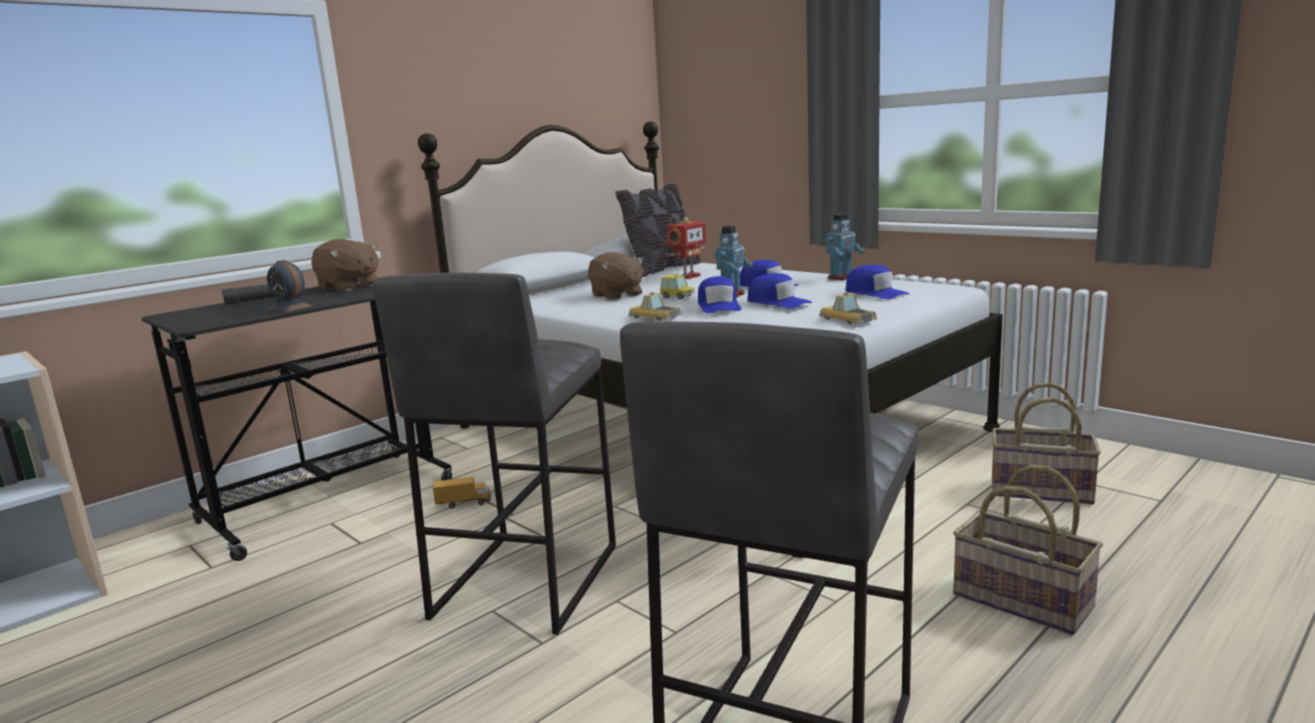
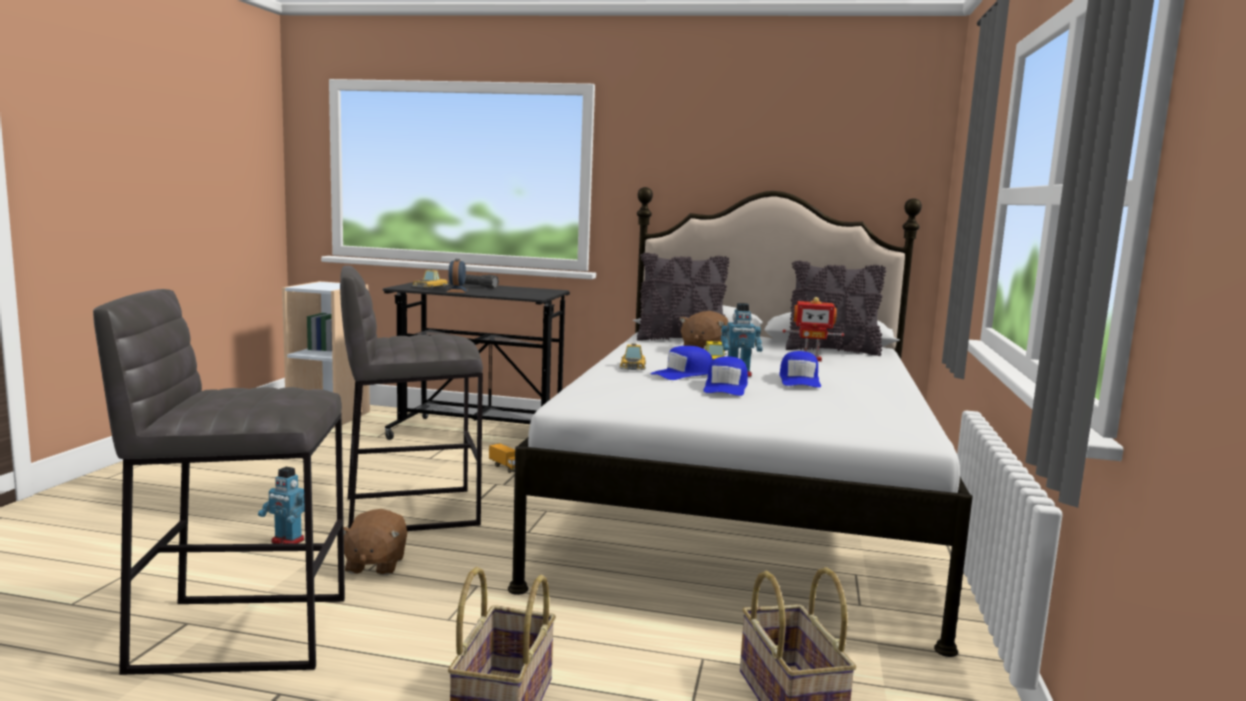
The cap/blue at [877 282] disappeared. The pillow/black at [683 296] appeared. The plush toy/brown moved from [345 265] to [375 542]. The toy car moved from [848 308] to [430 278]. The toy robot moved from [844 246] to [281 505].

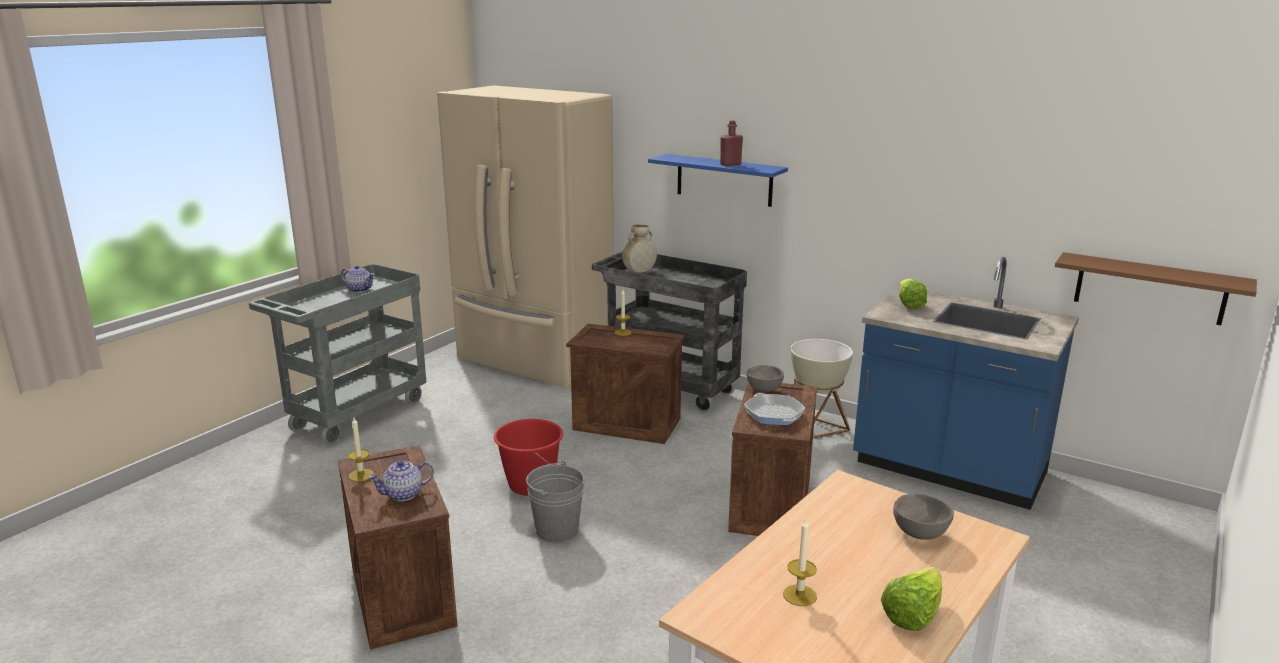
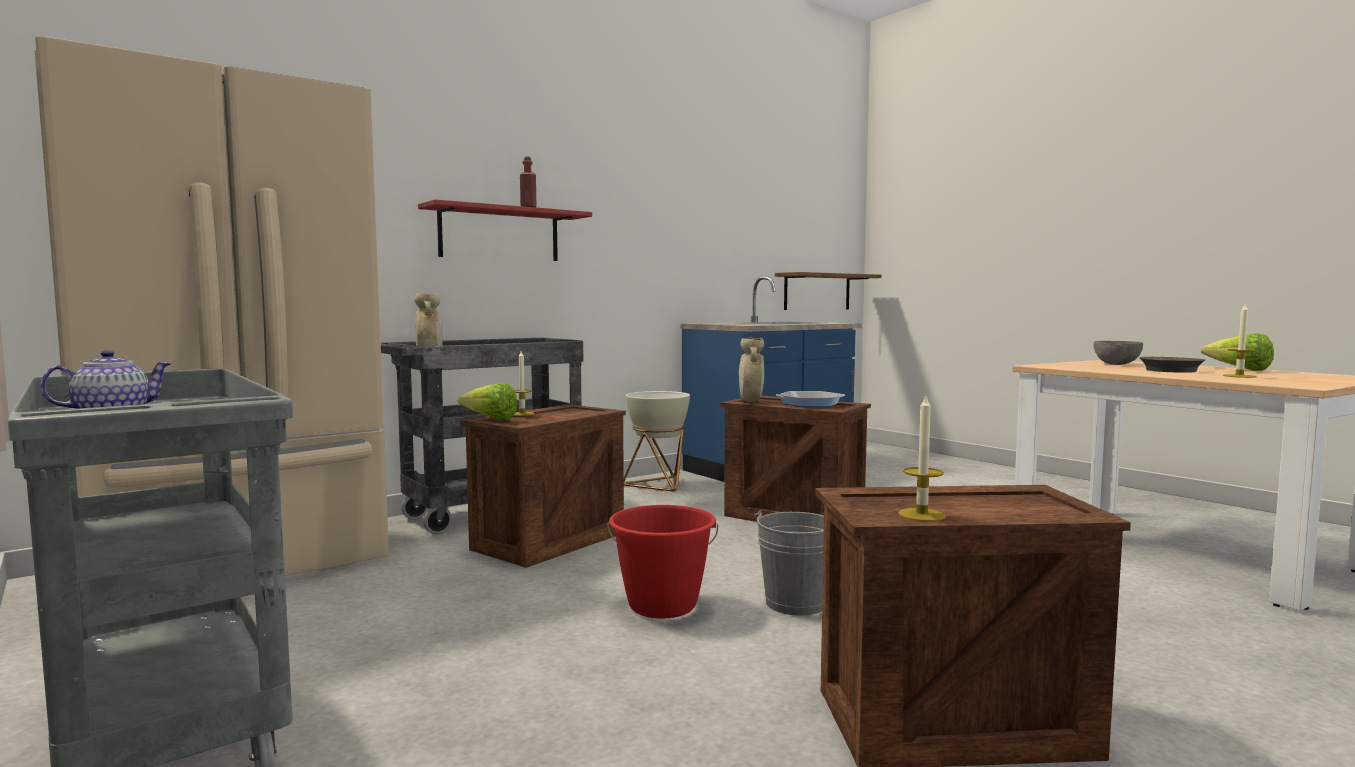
The teapot at [401 480] disappeared. The frying pan/brown at [1172 365] appeared. The lettuce moved from [913 294] to [487 401]. The bowl/grey at [765 378] was replaced by the vase/beige at [751 370]. The shelf/blue at [718 180] became the shelf/red at [505 230].

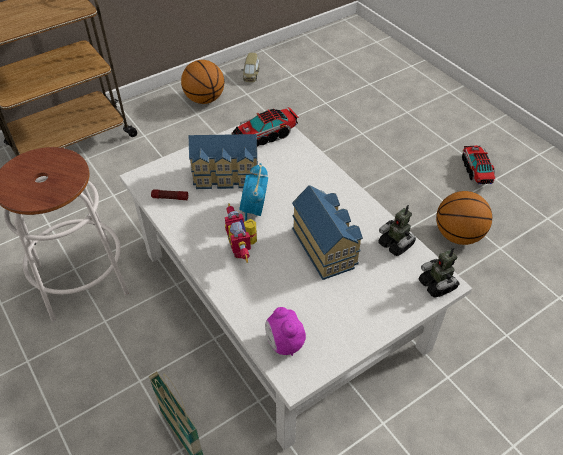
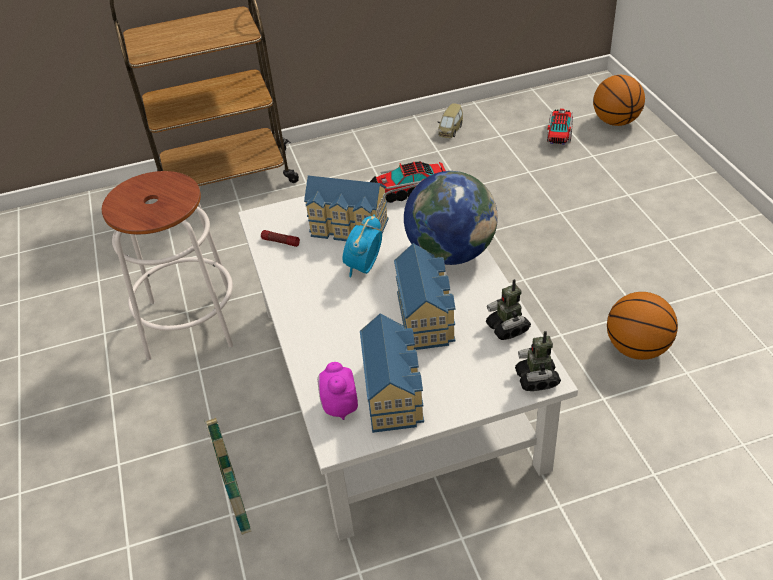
The toy robot at [241 233] disappeared. The toy house at [392 373] appeared. The globe at [451 218] appeared. The basketball moved from [202 82] to [619 100]. The toy truck moved from [478 165] to [560 126].

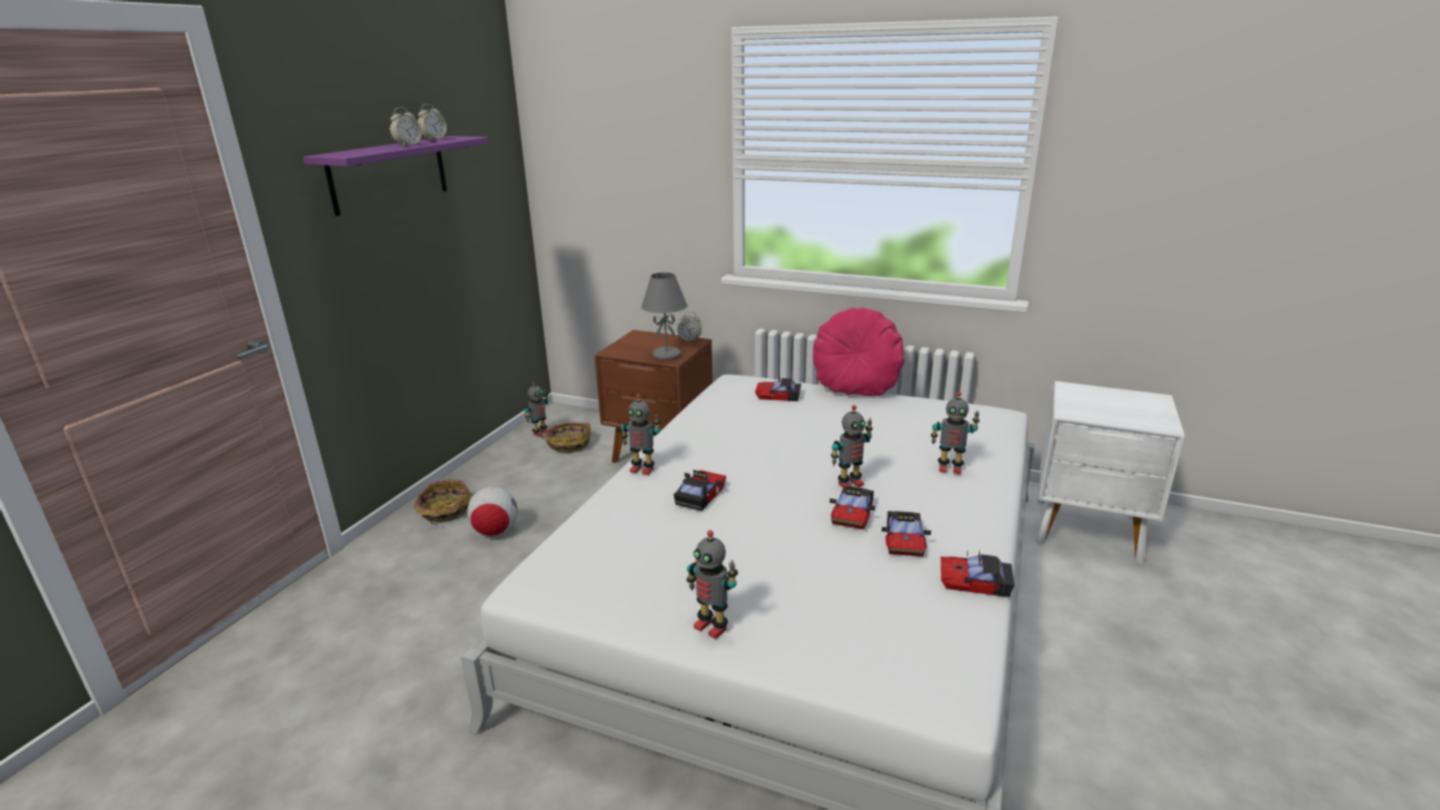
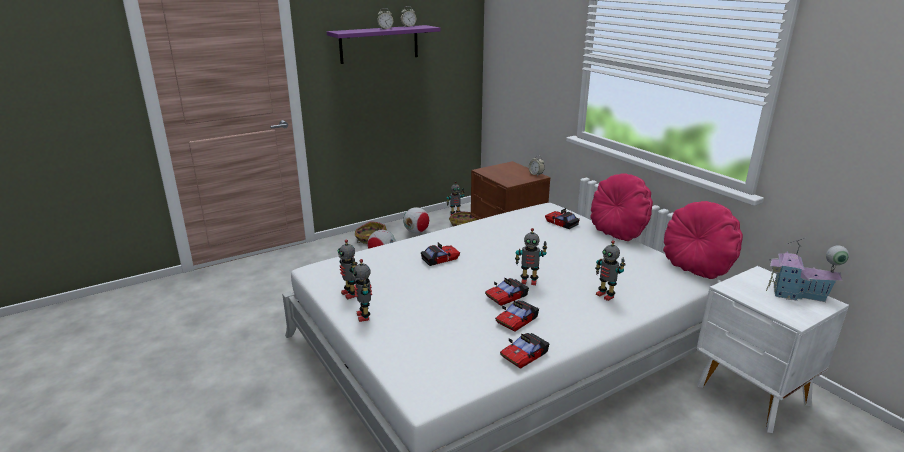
The table lamp/grey at [664 316] disappeared. The football at [416 220] appeared. The pillow/pink at [703 240] appeared. The toy house at [807 270] appeared. The toy robot moved from [641 434] to [347 269]. The toy car at [978 573] turned 90 degrees counterclockwise.

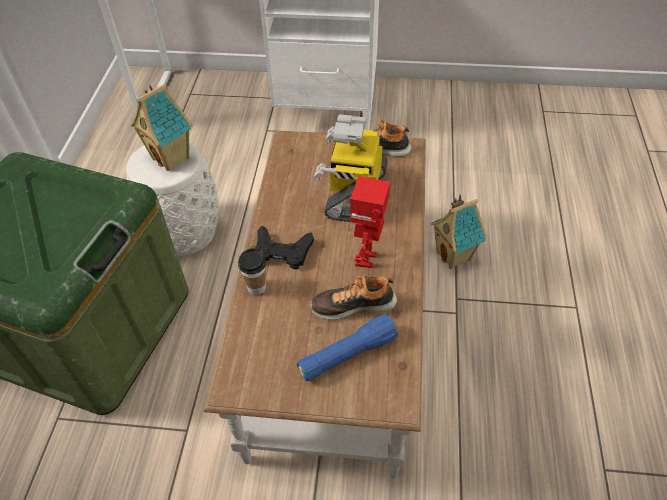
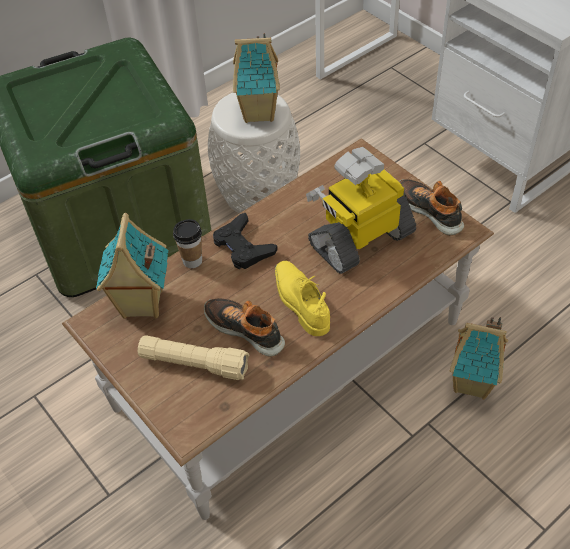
The toy house at [132 266] appeared. The toy robot at [370 222] was replaced by the shoe/yellow at [302 298]. The flashlight/blue at [347 347] became the flashlight/beige at [193 357].

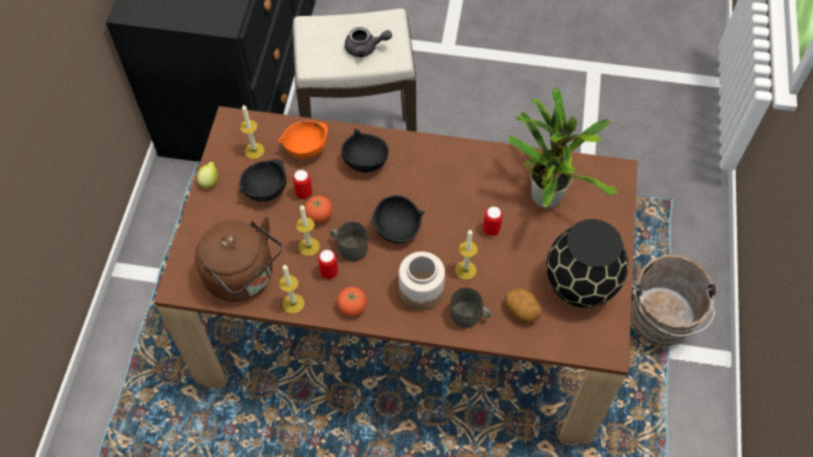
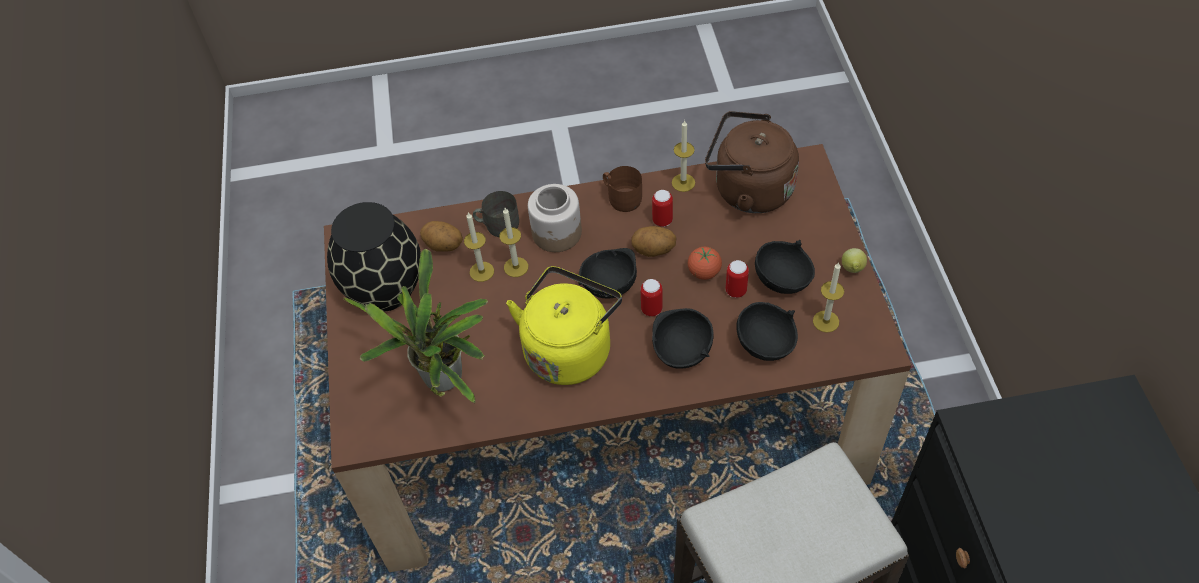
The teapot/grey at [368 42] disappeared. The bucket/brown at [675 300] disappeared. The kettle/yellow at [564 325] appeared. The candle moved from [308 230] to [479 247]. The can moved from [493 221] to [652 297]. The mug/grey at [349 242] was replaced by the potato at [654 241]. The tomato at [352 301] was replaced by the mug/brown at [622 189]. The bowl/orange at [303 139] became the bowl/black at [767 331].

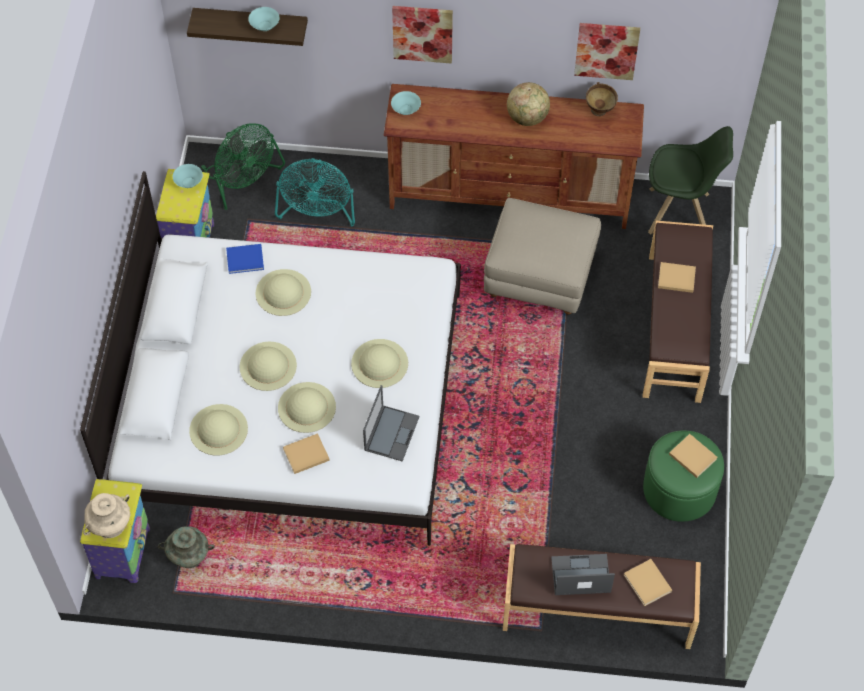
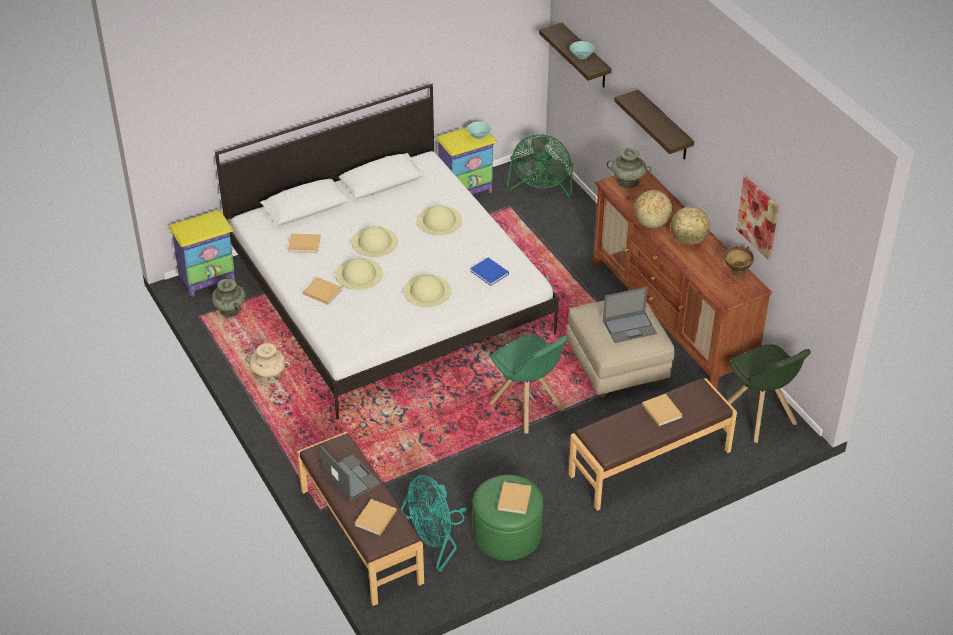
The chair/green at [528 384] appeared. The globe at [653 209] appeared. The vase/beige moved from [106 515] to [267 363]. The book/blue moved from [245 259] to [489 271]. The fan/turquoise moved from [315 192] to [434 523]. The laptop moved from [391 423] to [630 315]. The hat/beige at [218 430] was replaced by the book/beige at [304 243]. The bowl/turquoise at [406 103] was replaced by the vase/turquoise at [629 168]. The picture at [422 35] was replaced by the shelf at [654 124].

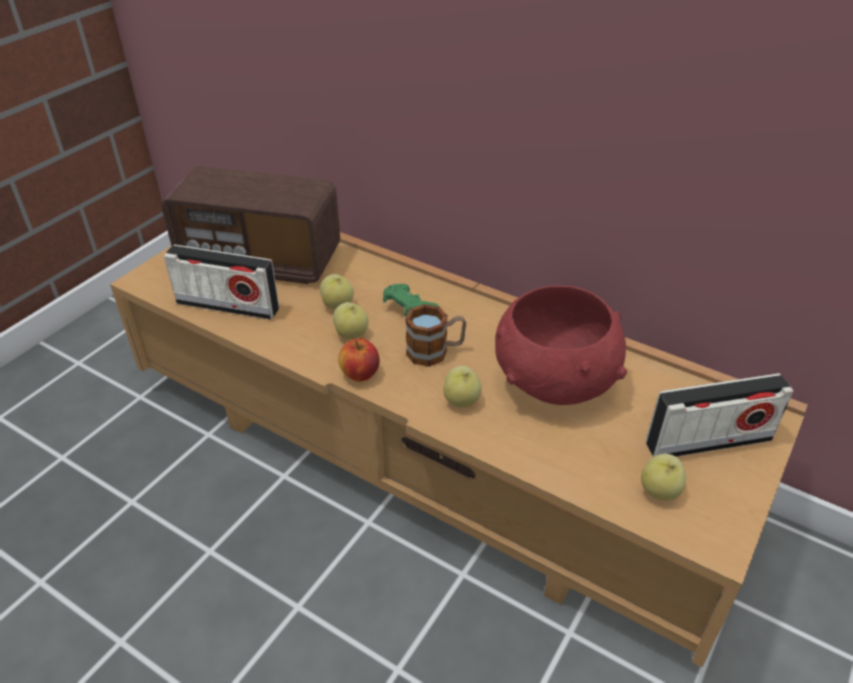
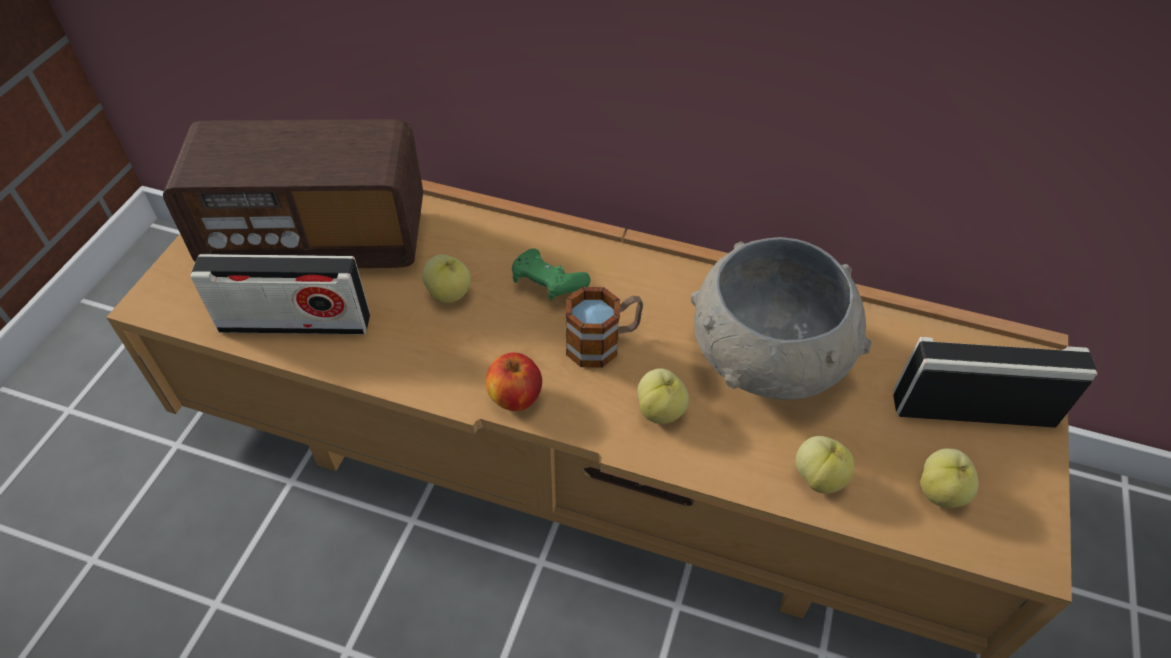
The apple moved from [351 320] to [824 465]. The bowl/red at [561 345] became the bowl/grey at [781 318]. The radio at [719 415] turned 150 degrees counterclockwise.

